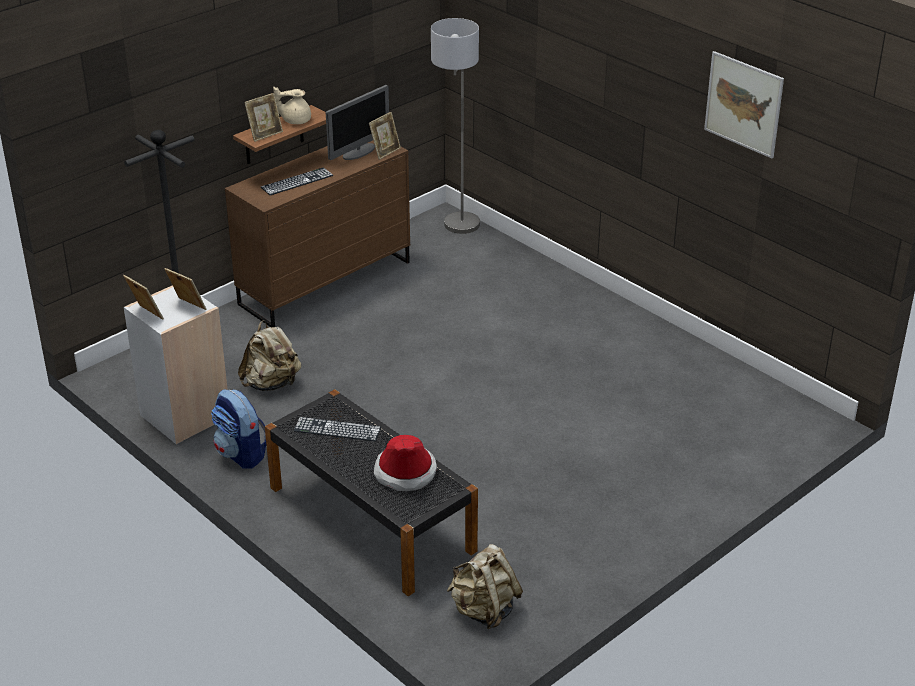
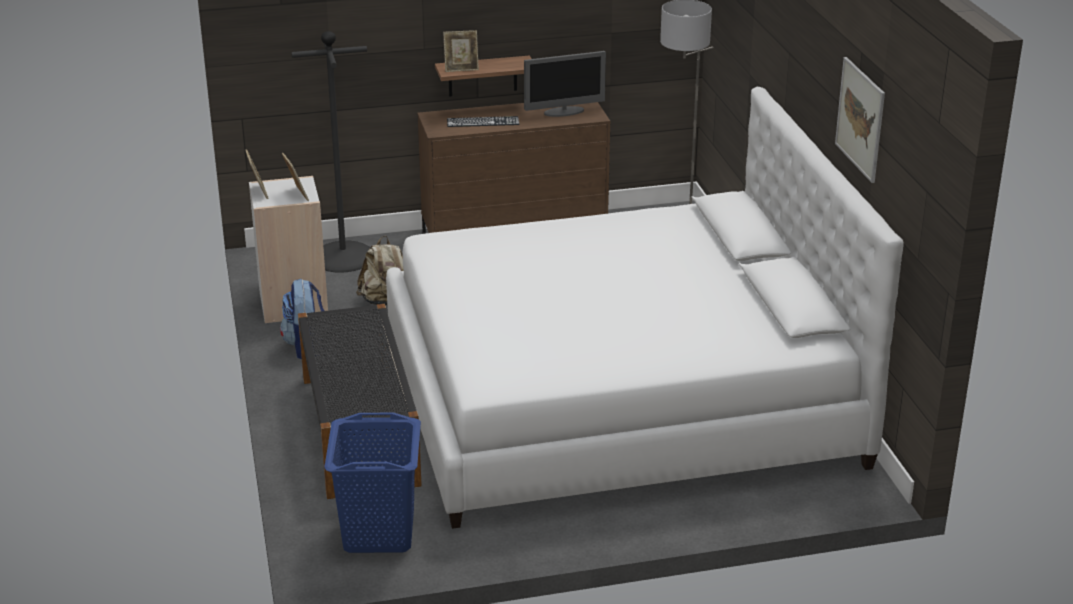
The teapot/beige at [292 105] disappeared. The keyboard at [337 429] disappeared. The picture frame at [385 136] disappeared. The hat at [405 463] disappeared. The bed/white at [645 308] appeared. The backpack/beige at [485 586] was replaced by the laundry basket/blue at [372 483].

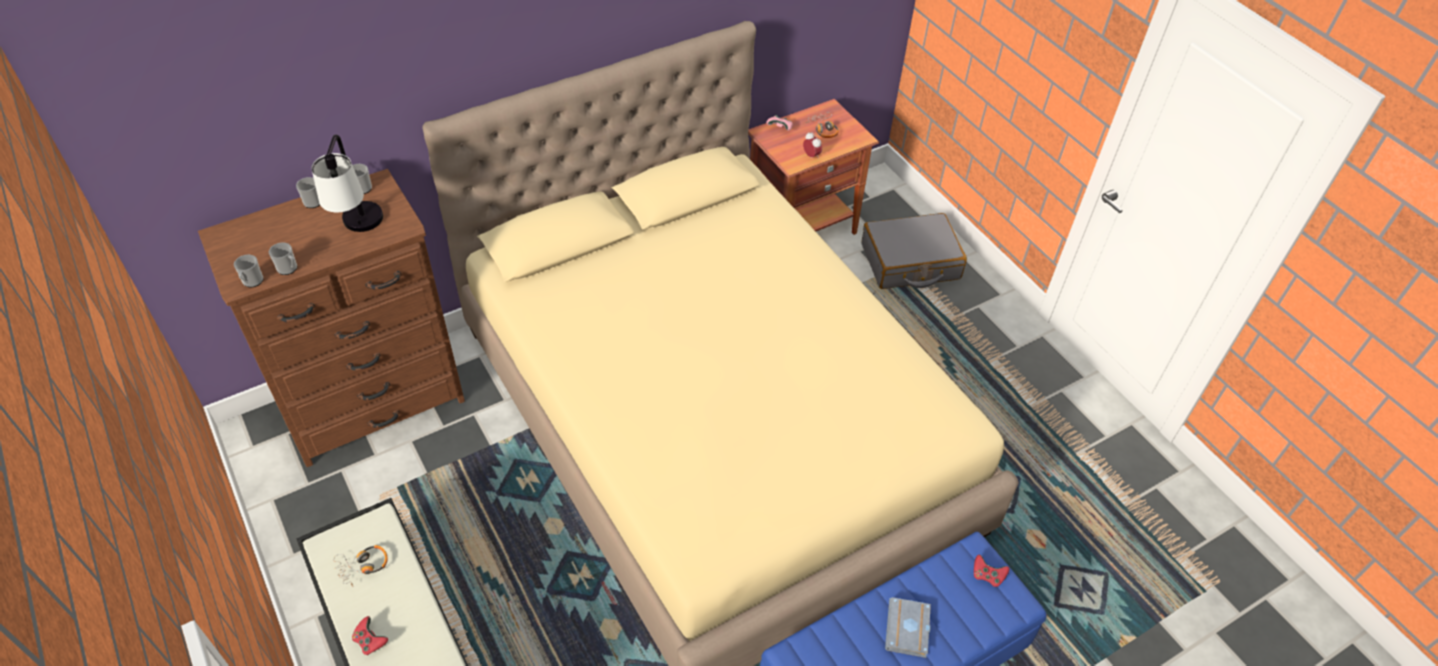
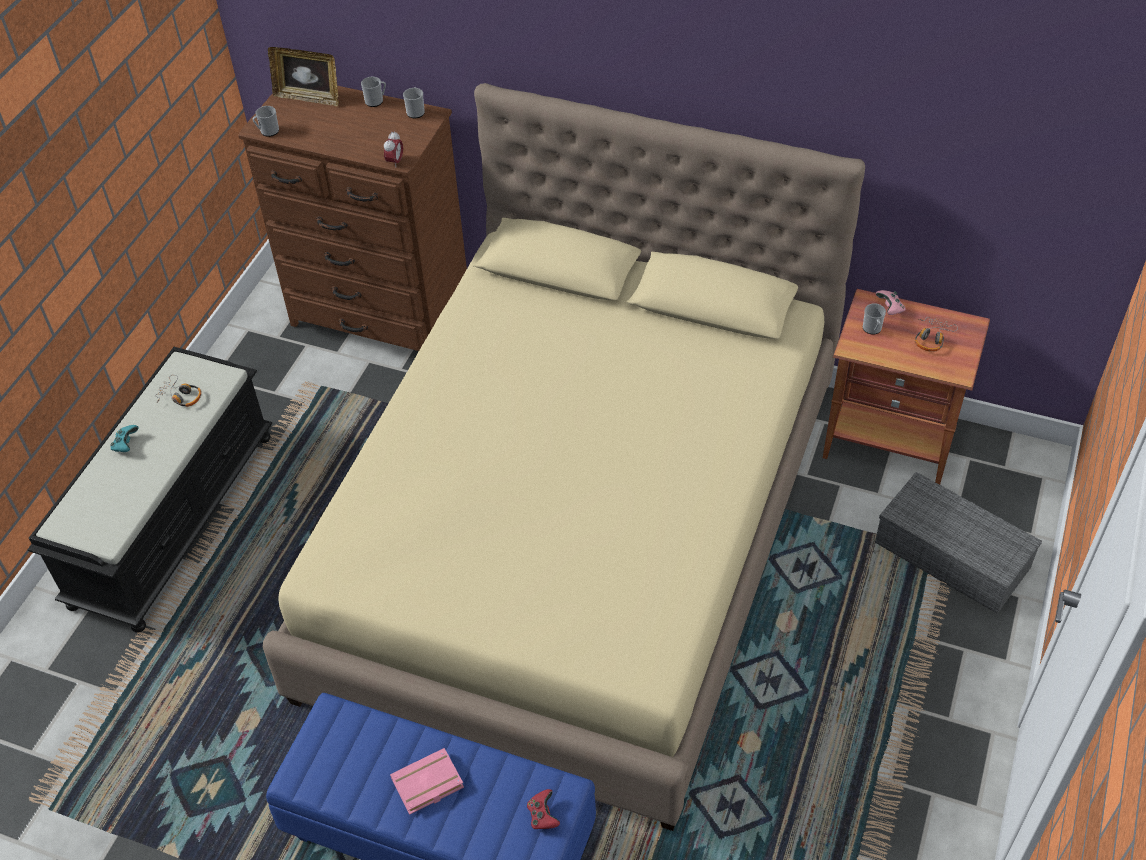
The table lamp at [347 183] disappeared. The picture frame at [303 77] appeared. The mug moved from [283 258] to [874 319]. The alarm clock moved from [812 145] to [393 148]. The suitcase/grey at [914 251] was replaced by the storage box/grey at [958 543]. The game controller/red at [370 635] became the game controller/turquoise at [124 438]. The book/grey at [908 627] became the book/pink at [427 781].

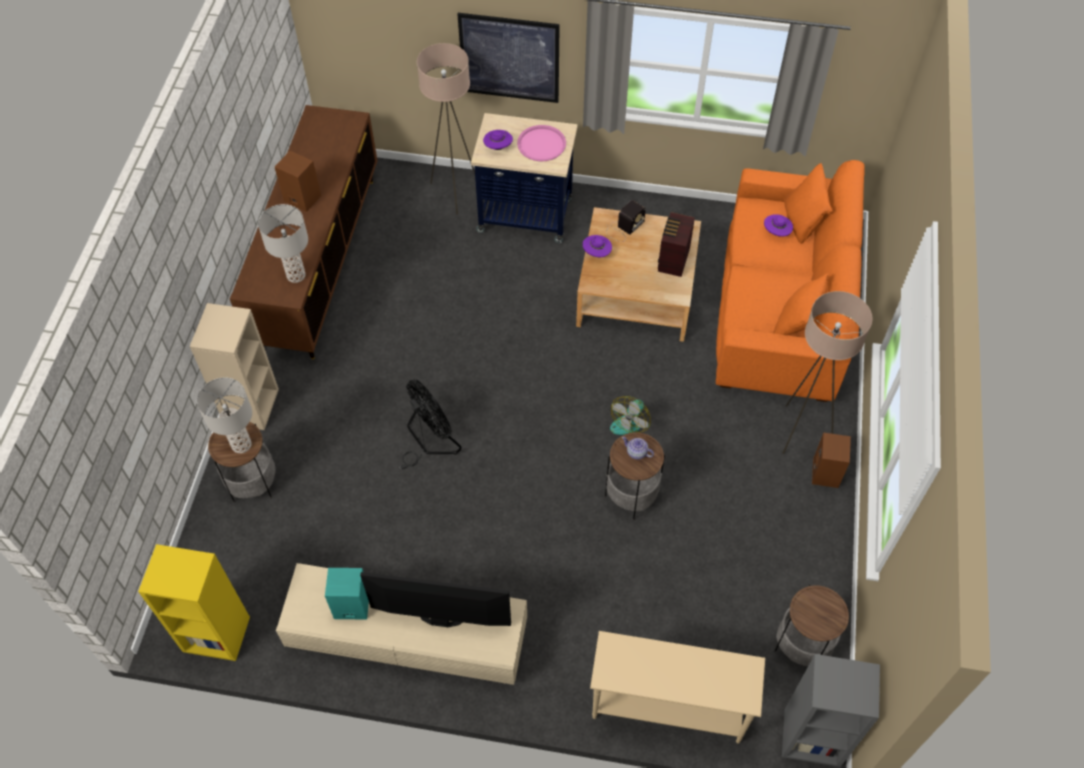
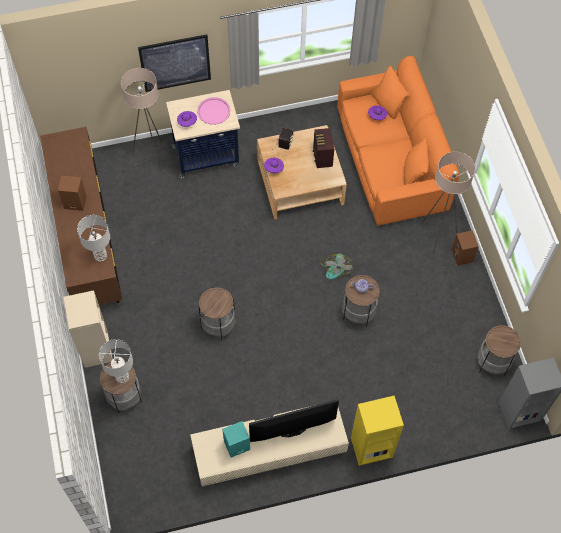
The console table/beige at [677 687] disappeared. The bookcase/yellow moved from [194 602] to [377 431]. The fan/black at [431 424] was replaced by the side table at [217 314].

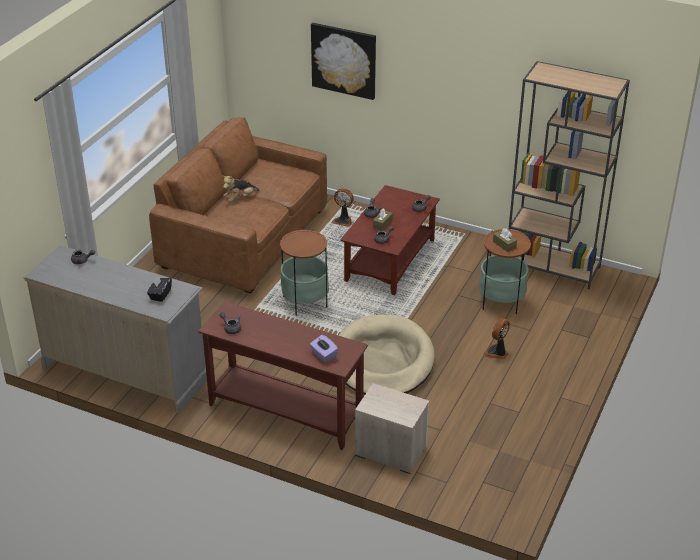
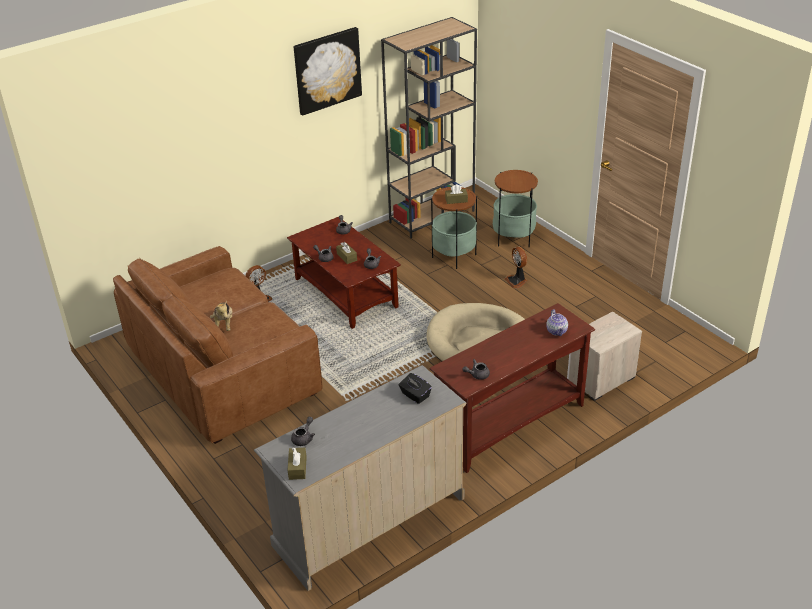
The tissue box/brown at [297 464] appeared. The side table moved from [304 273] to [515 208]. The picture moved from [343 61] to [327 71]. The tissue box/purple at [324 349] was replaced by the teapot at [557 322].

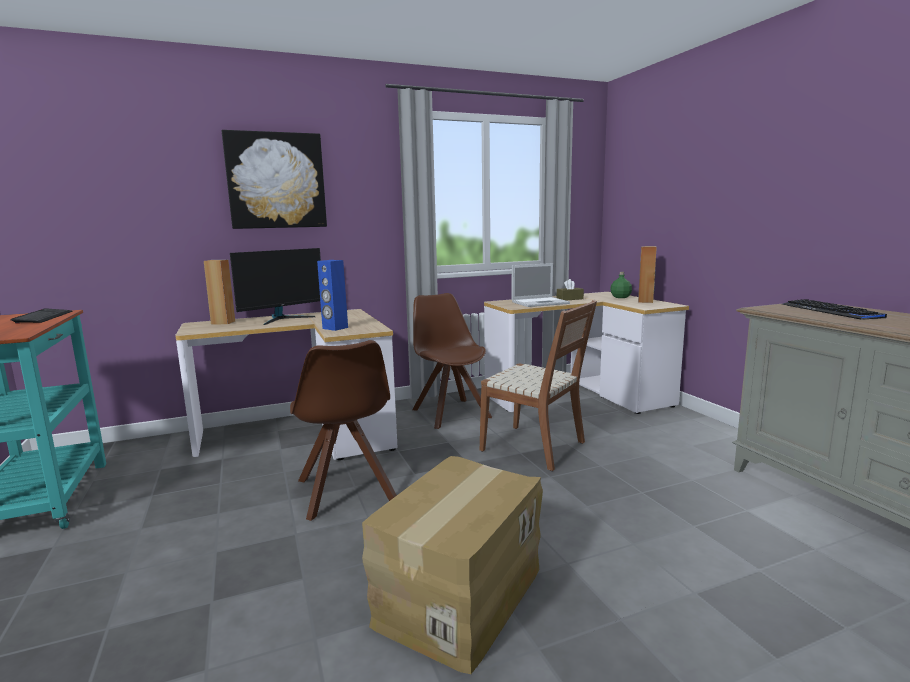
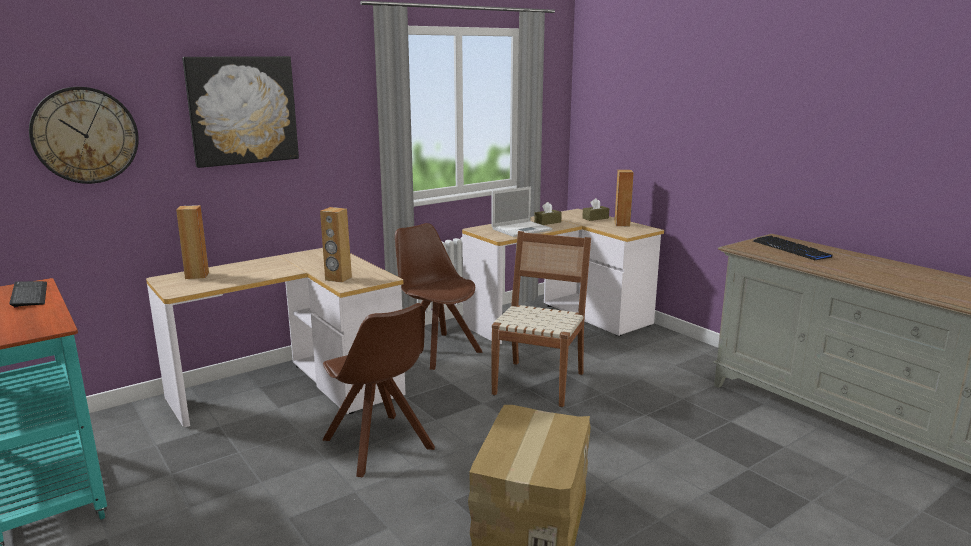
The monitor at [275 286] disappeared. The wall clock at [84 135] appeared. The bottle/green at [621 285] was replaced by the tissue box/brown at [595 209]. The speaker/blue at [332 295] became the speaker/brown at [336 245]. The chair at [538 385] turned 90 degrees counterclockwise.

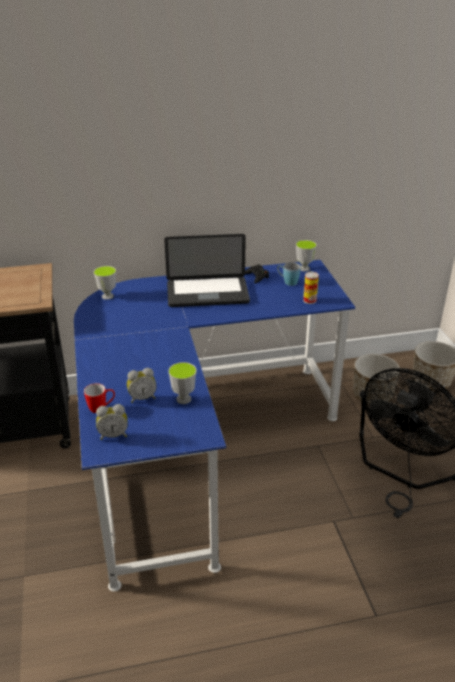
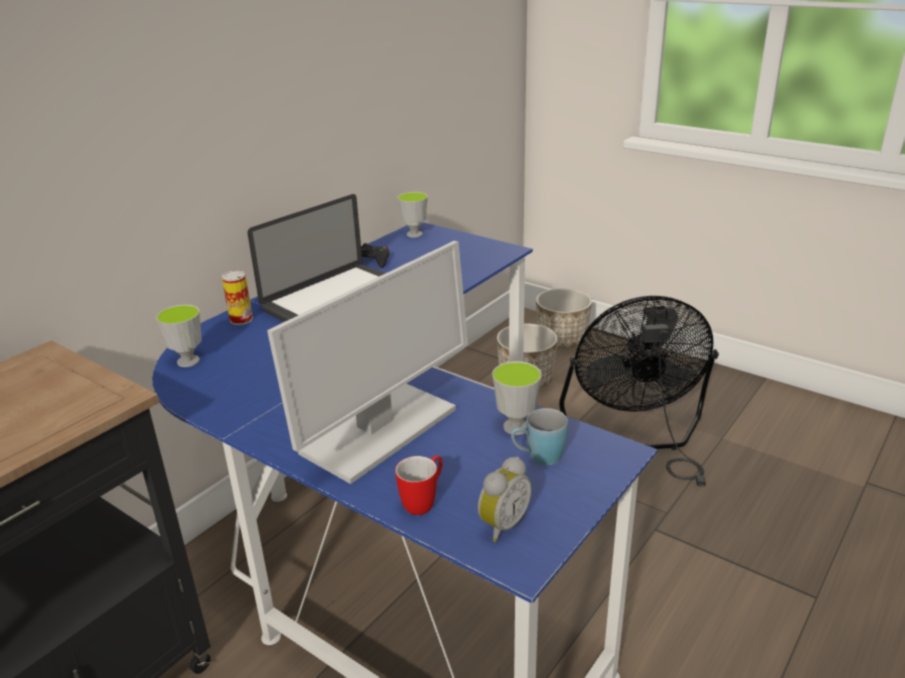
The alarm clock at [142 385] disappeared. The monitor at [367 362] appeared. The mug/blue moved from [289 274] to [539 436]. The can moved from [311 288] to [237 297].

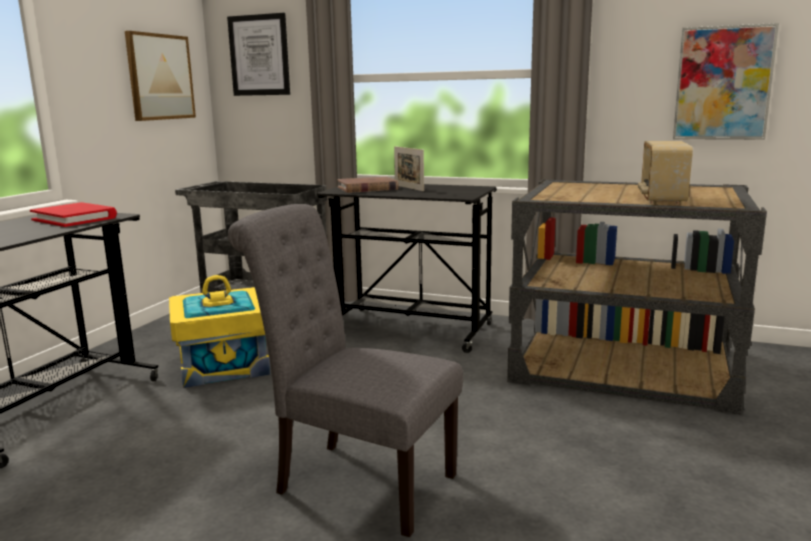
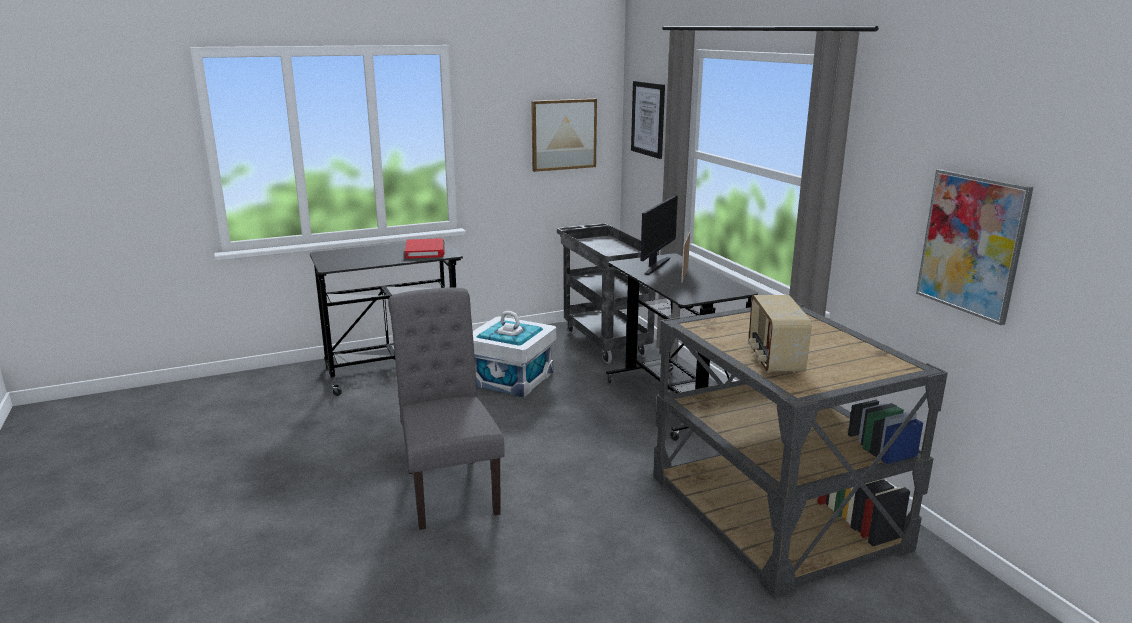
The book/brown at [368 184] was replaced by the monitor at [659 235]. The storage box/yellow at [219 331] became the storage box/white at [515 354]. The radio at [665 173] turned 60 degrees counterclockwise.

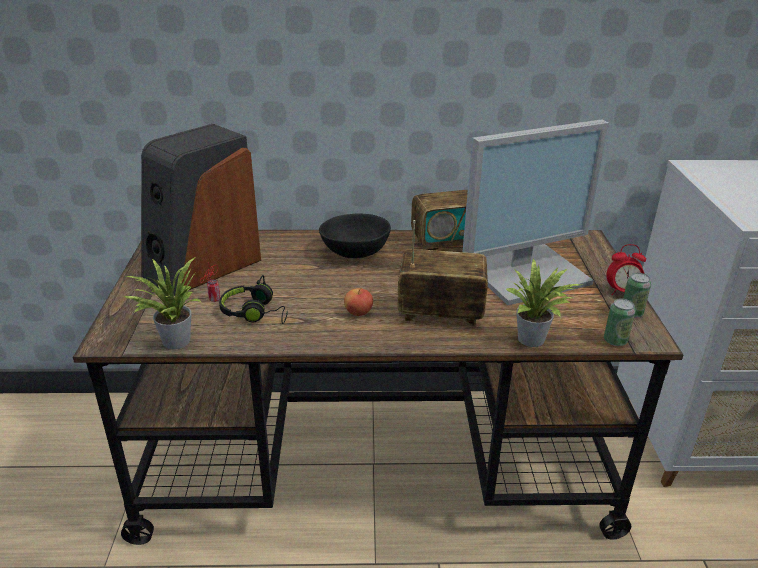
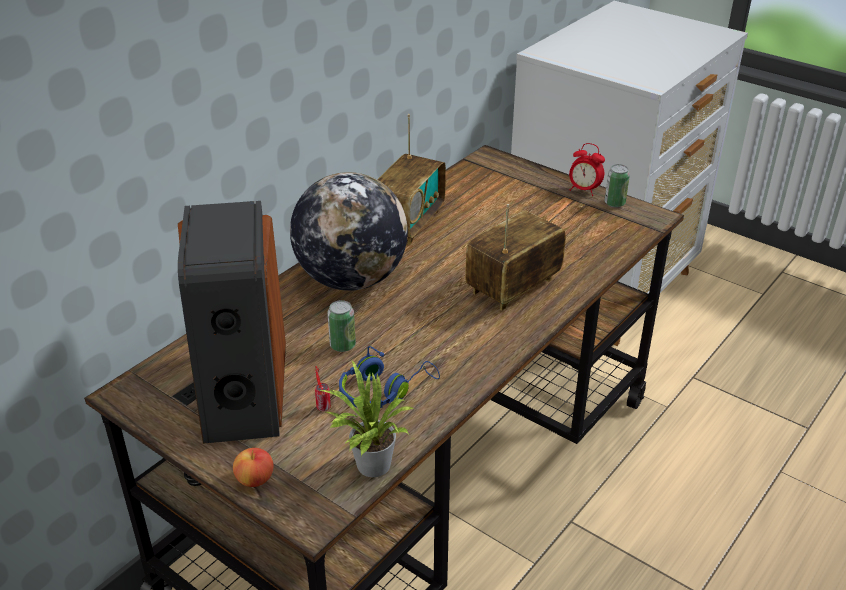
The monitor at [536 212] disappeared. The potted plant at [544 303] disappeared. The apple moved from [358 302] to [253 467]. The can moved from [620 322] to [342 326]. The bowl/black at [355 235] was replaced by the globe at [349 231]. The headphones/black at [253 299] became the headphones/blue at [389 377]. The alarm clock at [626 269] turned 75 degrees clockwise.

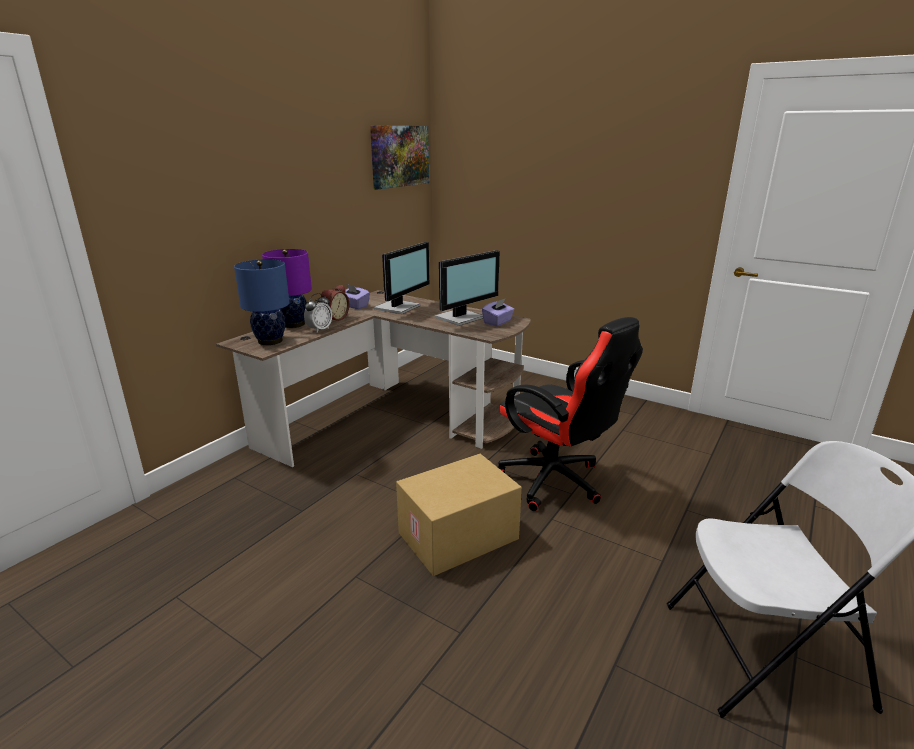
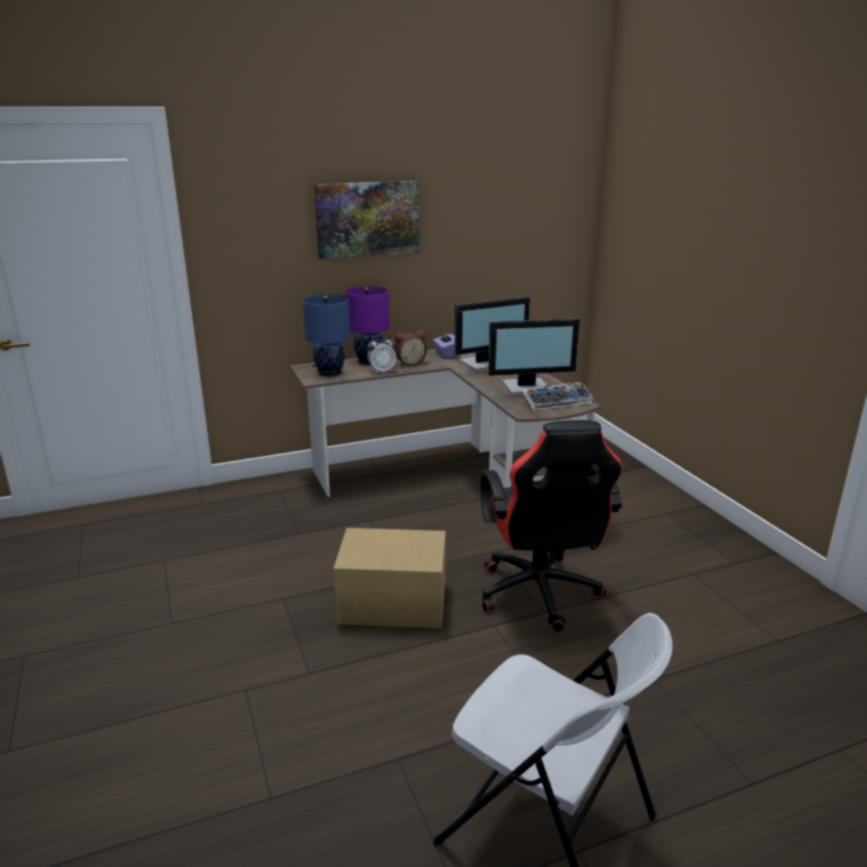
The picture moved from [399 157] to [367 220]. The tissue box/purple at [498 312] was replaced by the keyboard at [558 396].

